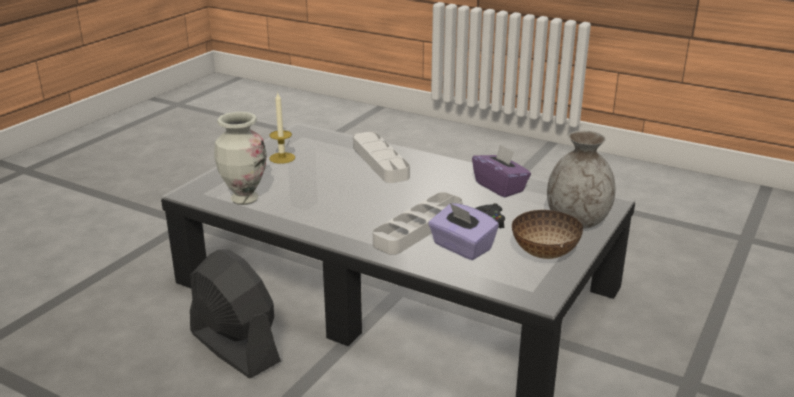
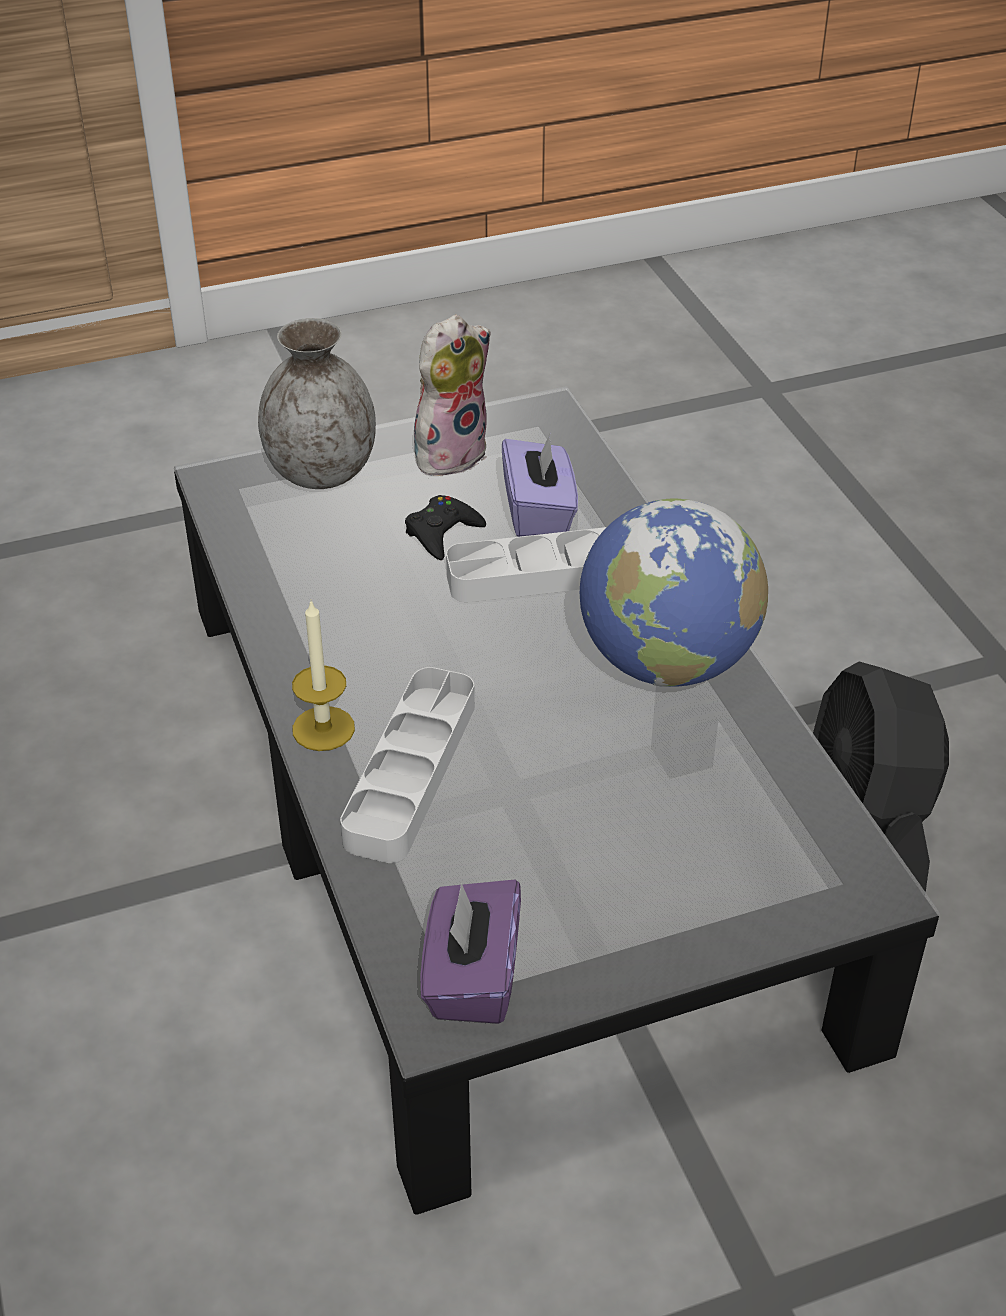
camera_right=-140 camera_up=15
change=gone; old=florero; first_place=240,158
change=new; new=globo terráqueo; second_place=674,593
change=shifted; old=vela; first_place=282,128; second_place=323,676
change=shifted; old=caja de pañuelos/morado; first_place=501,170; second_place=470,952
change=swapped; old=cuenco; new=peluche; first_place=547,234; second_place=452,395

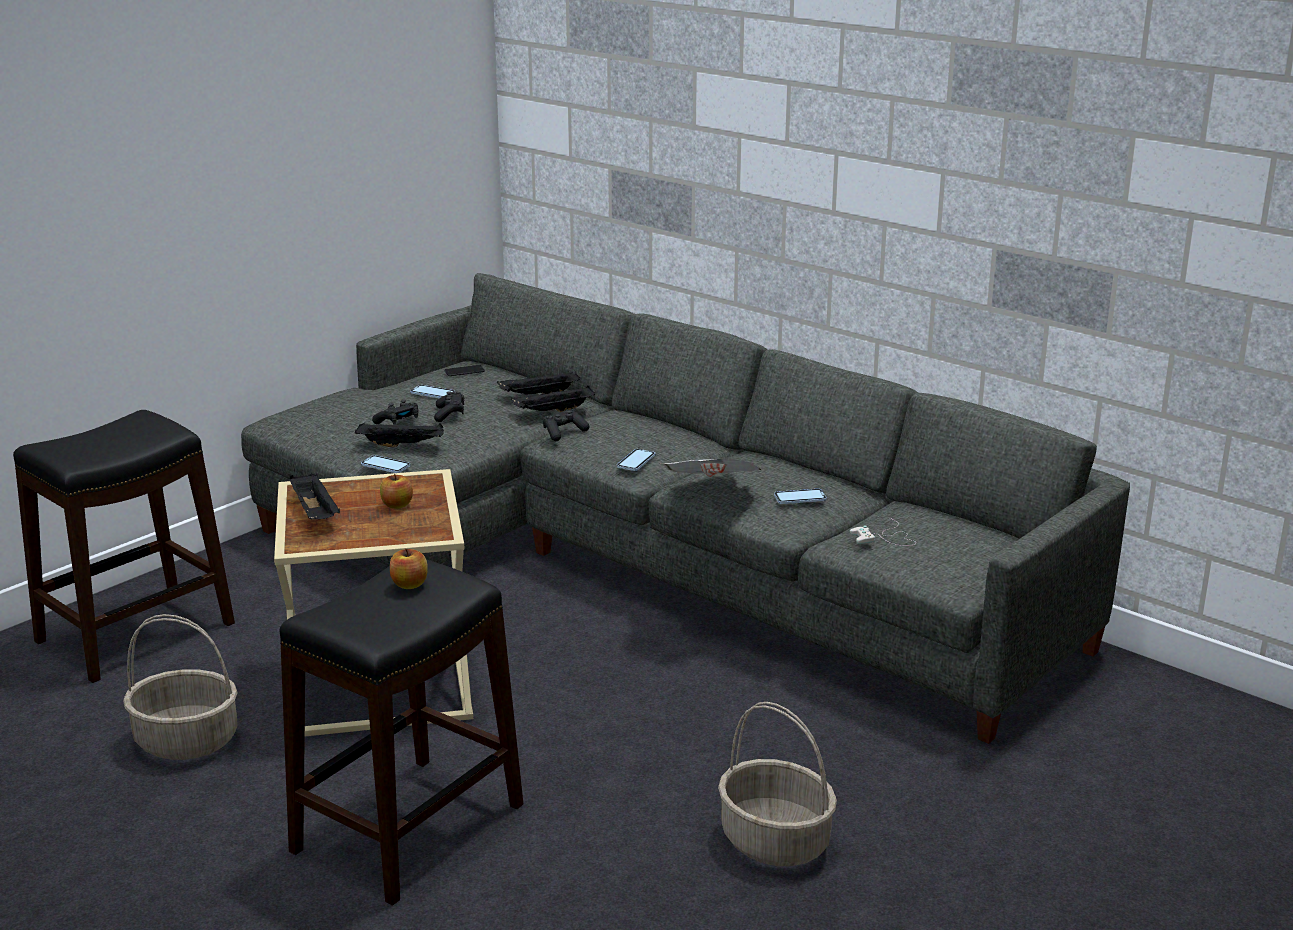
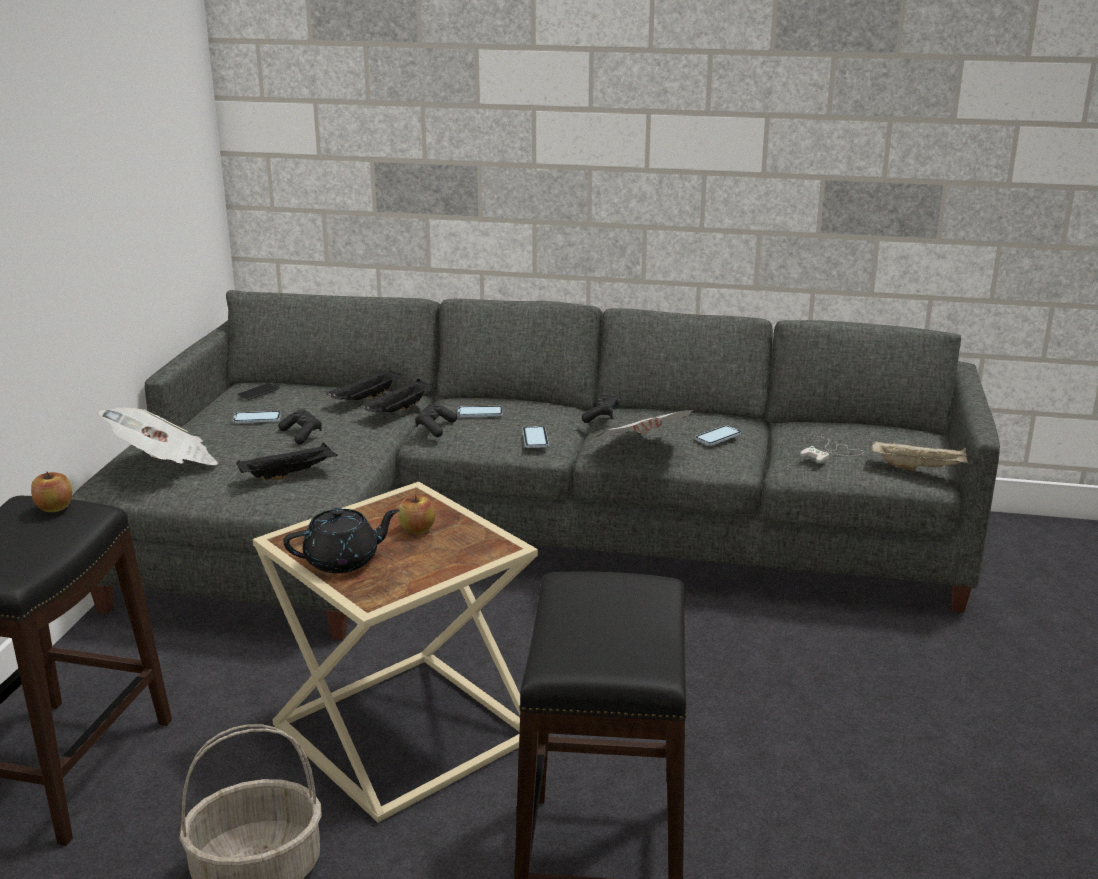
camera_right=-30 camera_up=0
change=gone; old=cesta; first_place=777,784
change=new; new=periódico; second_place=159,436
change=new; new=bandeja/beis; second_place=921,455
change=shifted; old=móvil; first_place=386,464; second_place=480,411
change=shifted; old=mando de consola/negro; first_place=395,412; second_place=601,408
change=shifted; old=manzana; first_place=409,568; second_place=51,491
change=swapped; old=bandeja/negro; new=tetera/negro; first_place=315,496; second_place=341,540

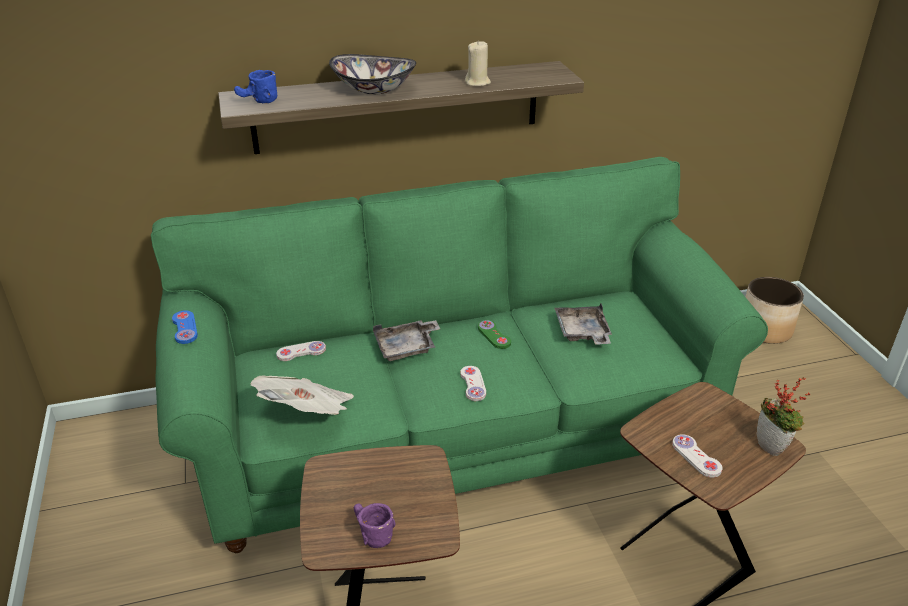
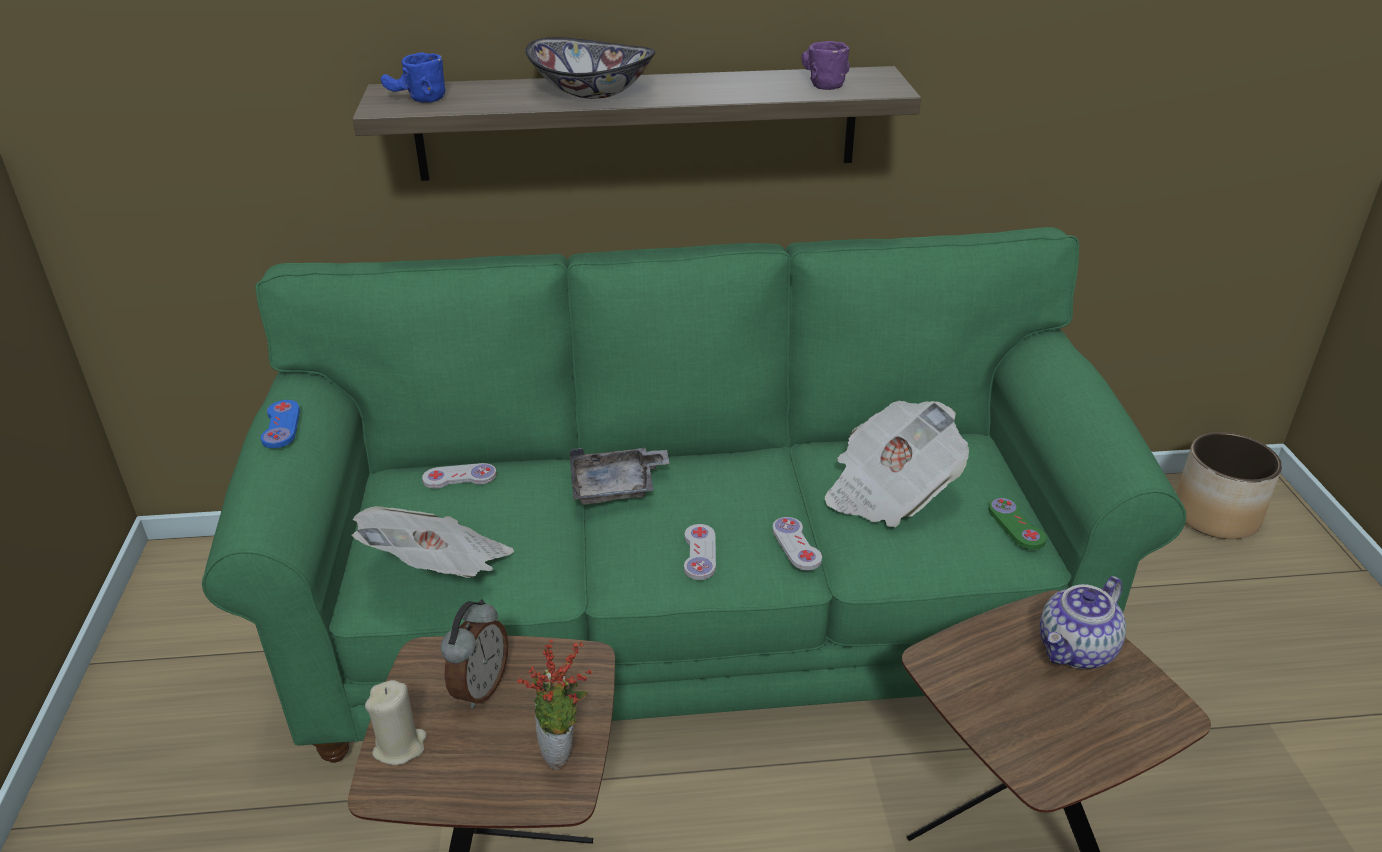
camera_right=10 camera_up=0
change=new; new=despertador; second_place=474,654
change=new; new=tetera; second_place=1083,622
change=shifted; old=taza grande/morado; first_place=374,525; second_place=825,65
change=shifted; old=vela/beis; first_place=478,63; second_place=396,722
change=shifted; old=mando de consola/verde; first_place=494,334; second_place=1017,523
change=shifted; old=mando de consola/blanco; first_place=697,456; second_place=797,543
change=shifted; old=planta en maceta; first_place=783,416; second_place=555,704
change=swapped; old=bandeja/gris; new=periódico; first_place=583,324; second_place=897,464

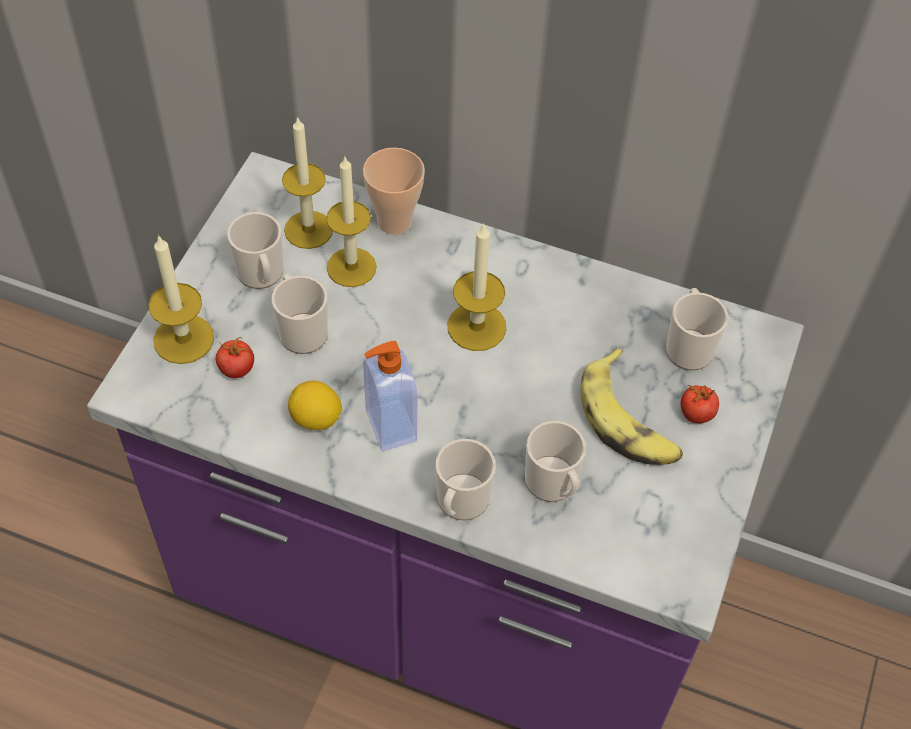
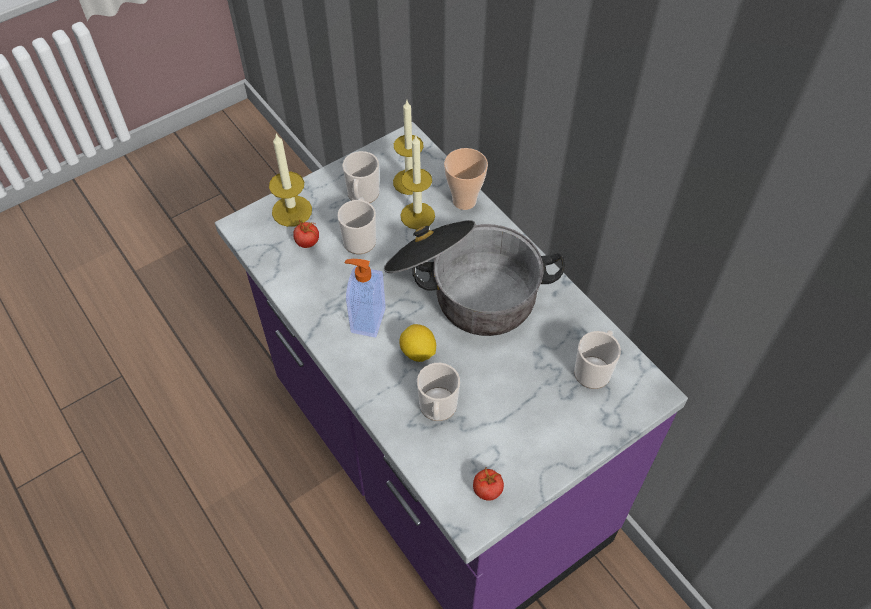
camera_right=35 camera_up=0
change=gone; old=taza grande; first_place=466,479
change=gone; old=plátano; first_place=632,406
change=shifted; old=limón; first_place=315,405; second_place=417,343
change=shifted; old=tomate; first_place=700,404; second_place=488,484
change=swapped; old=vela; new=olla; first_place=476,287; second_place=474,278

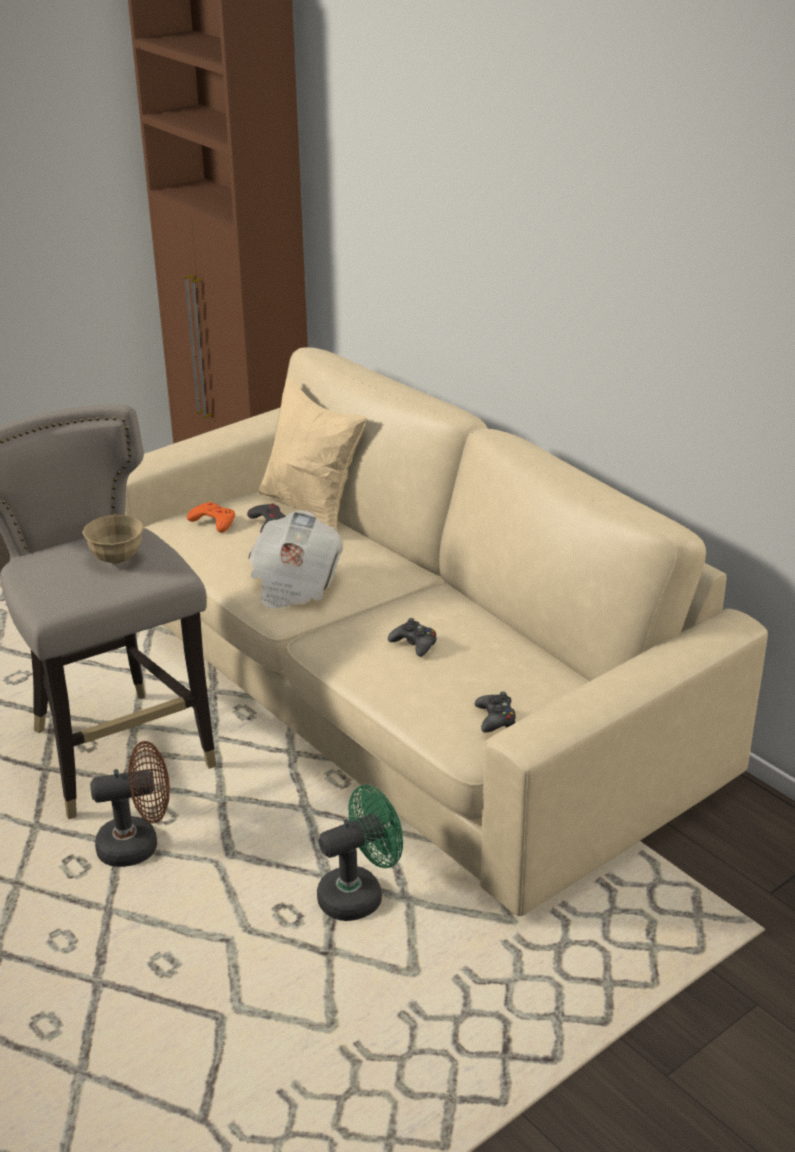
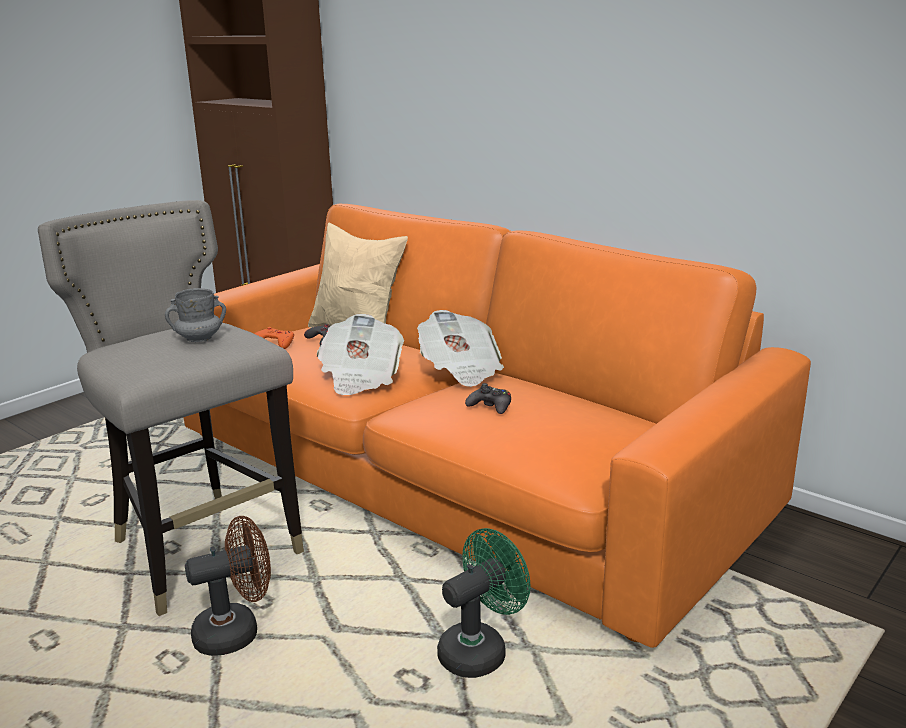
camera_right=-10 camera_up=-10
change=gone; old=mando de consola/negro; first_place=495,712
change=new; new=periódico; second_place=460,348
change=swapped; old=cuenco/beis; new=taza grande/gris; first_place=113,539; second_place=195,315
change=repainted; old=sofá/beis; new=sofá/naranja; first_place=446,631; second_place=497,426

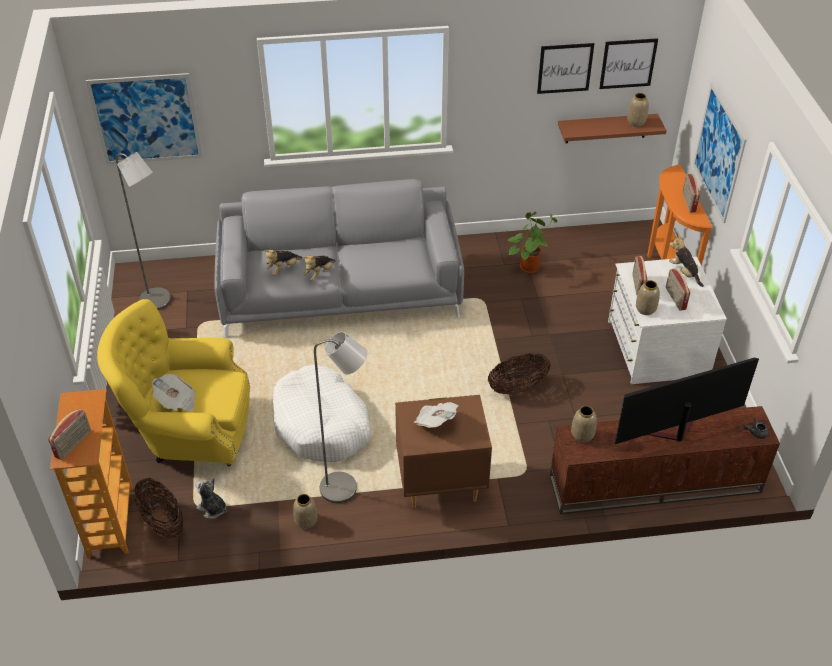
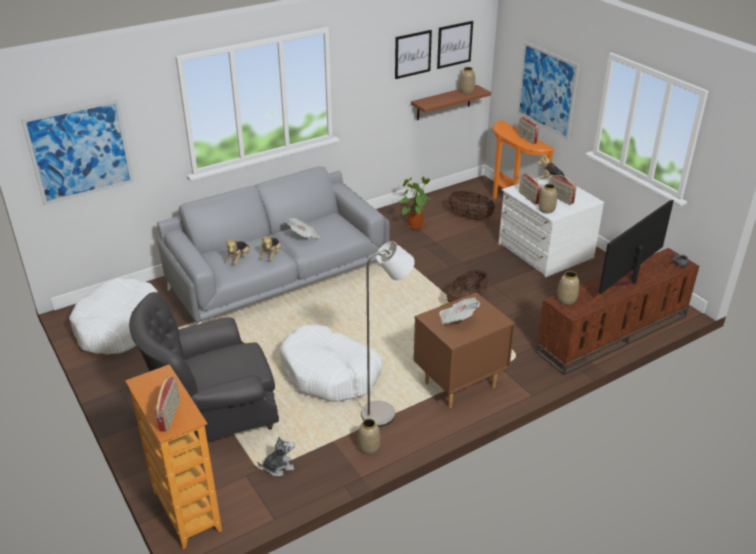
camera_right=-25 camera_up=-10
change=shifted; old=cesta; first_place=158,508; second_place=471,205
change=shifted; old=periódico; first_place=174,392; second_place=302,228
change=swapped; old=lámpara de pie/gris; new=cama para perro/blanco; first_place=143,231; second_place=113,316
change=repainted; old=sillón/amarillo; new=sillón/gris; first_place=173,382; second_place=204,366
change=rotated; old=peluche; first_place=211,498; second_place=276,456; degrees=150

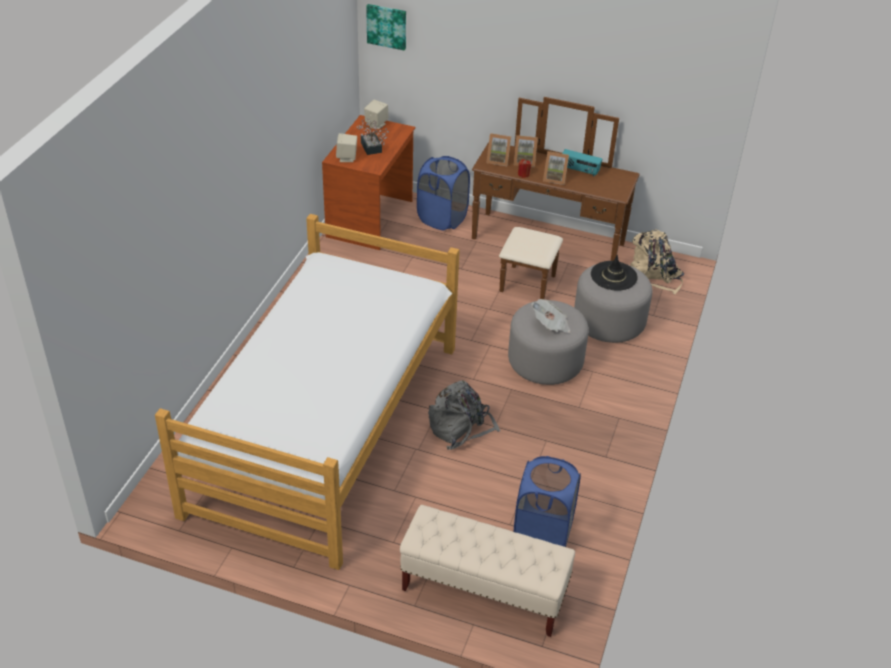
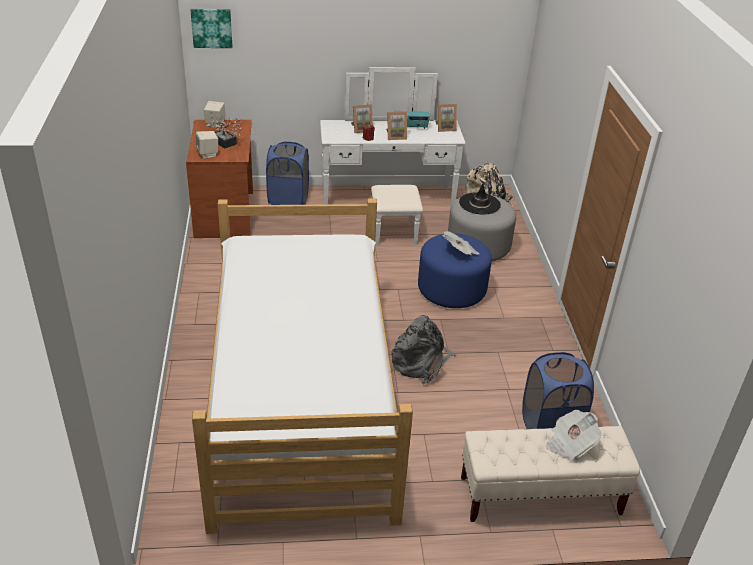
camera_right=-25 camera_up=-5
change=new; new=periódico; second_place=573,435
change=shifted; old=portarretratos; first_place=498,149; second_place=446,118
change=repainted; old=cómoda/marrón; new=cómoda/blanco; first_place=556,198; second_place=393,156
change=repainted; old=puf/gris; new=puf/azul; first_place=548,342; second_place=455,270

